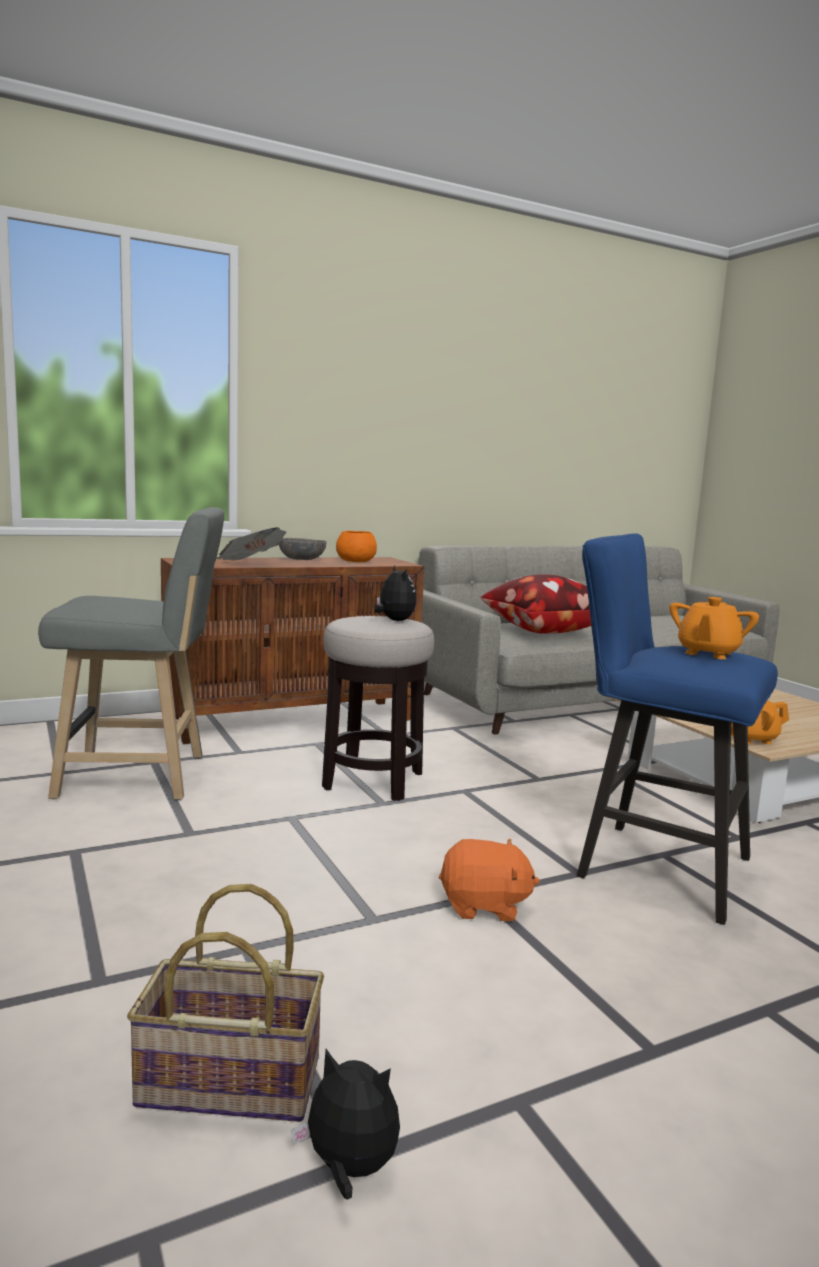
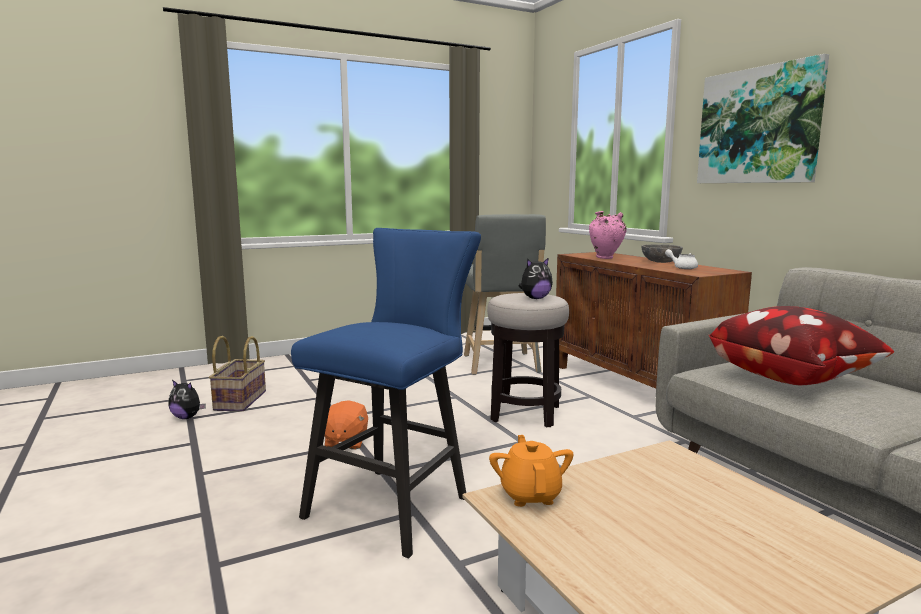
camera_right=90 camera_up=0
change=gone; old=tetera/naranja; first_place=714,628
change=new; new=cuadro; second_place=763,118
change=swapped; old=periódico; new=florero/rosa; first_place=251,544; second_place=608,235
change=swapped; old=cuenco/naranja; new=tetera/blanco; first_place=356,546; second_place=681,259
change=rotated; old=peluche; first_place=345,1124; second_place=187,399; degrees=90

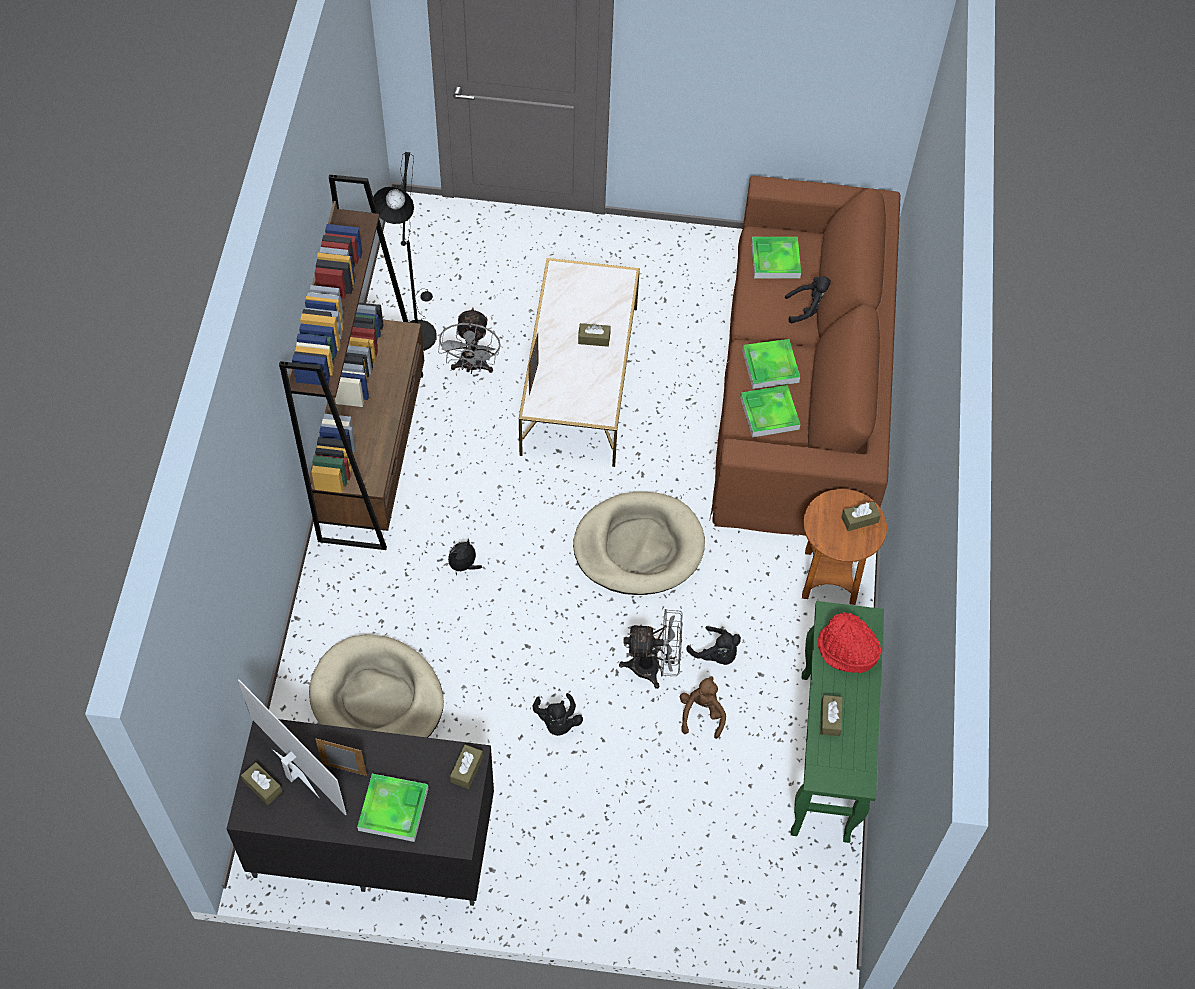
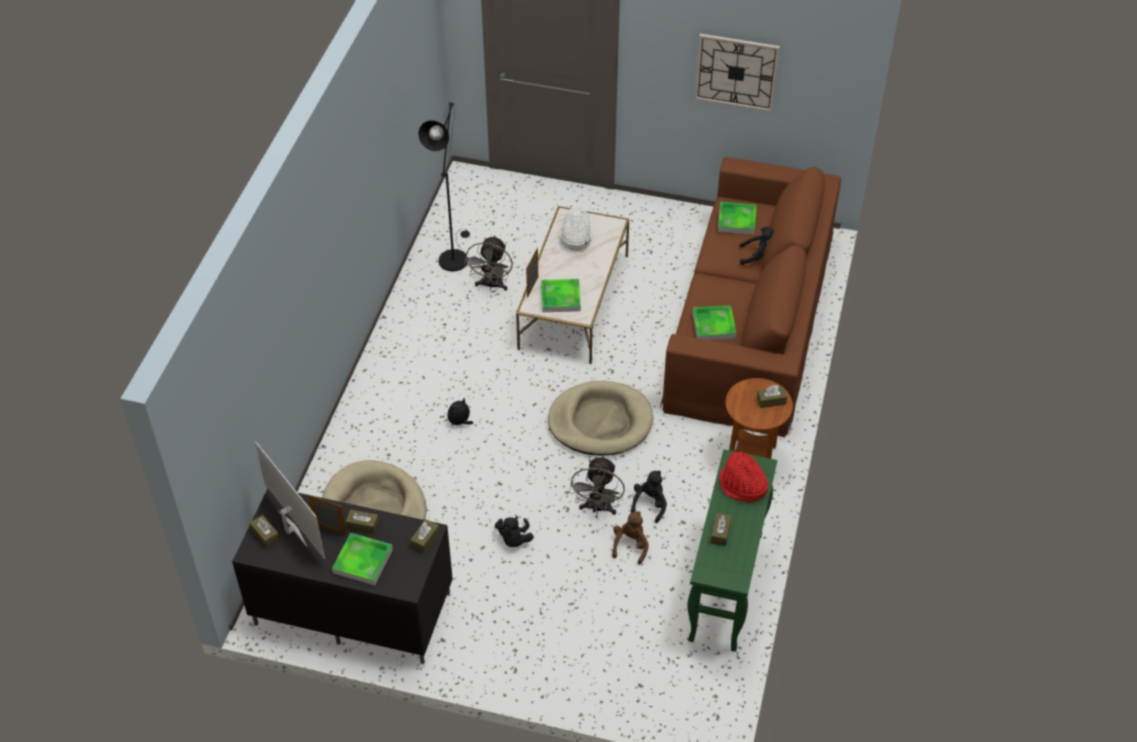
camera_right=10 camera_up=-10
change=gone; old=estantería/marrón; first_place=351,362
change=new; new=sombrero/blanco; second_place=575,228
change=new; new=reloj de pared; second_place=737,73
change=shifted; old=caja de pañuelos/marrón; first_place=594,335; second_place=362,521
change=shifted; old=bandeja; first_place=771,364; second_place=561,295
change=rotated; old=ventilador/gris; first_place=651,649; second_place=597,485; degrees=90
change=rotated; old=peluche/negro; first_place=713,645; second_place=649,497; degrees=-120

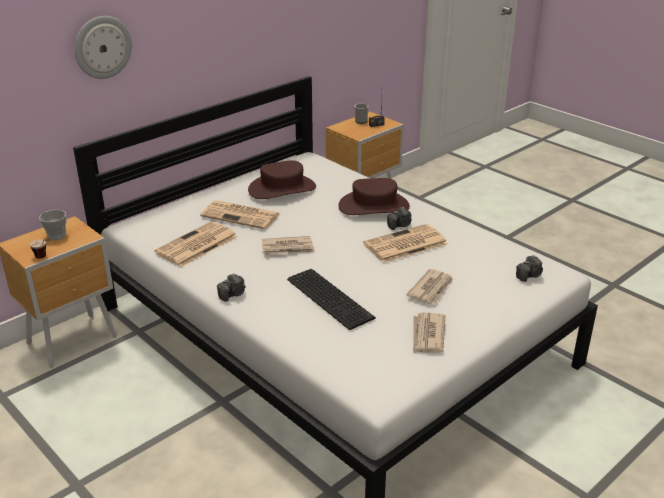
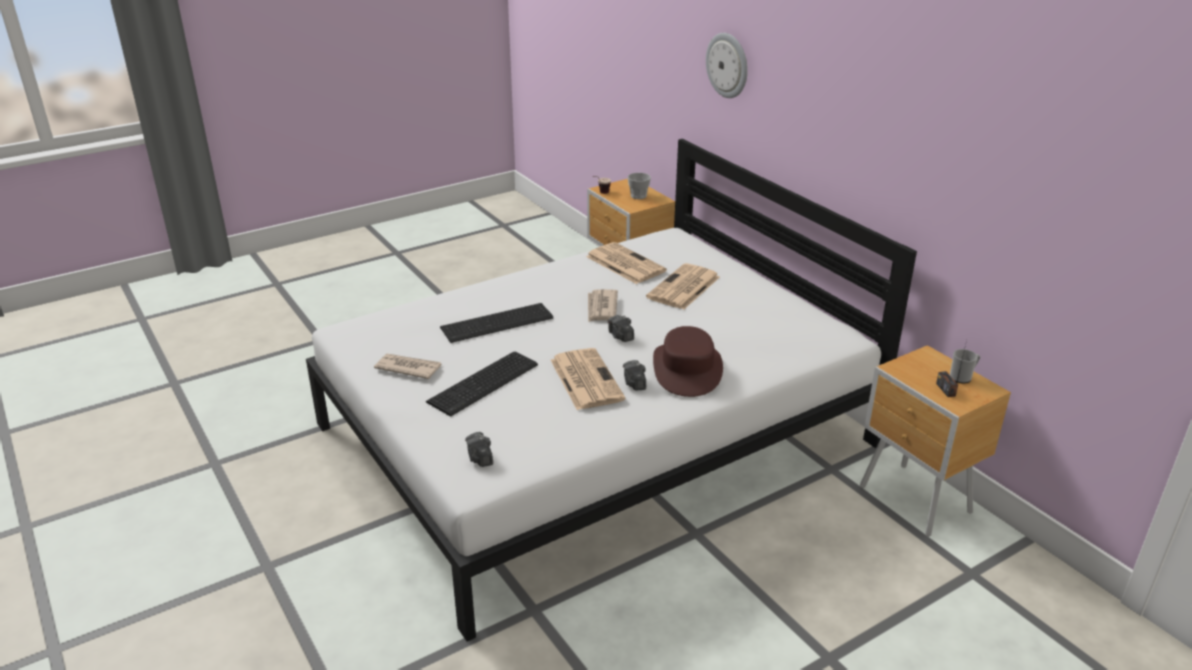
camera_right=100 camera_up=0
change=gone; old=sombrero/marrón; first_place=282,179
change=shifted; old=cámara; first_place=231,287; second_place=621,328
change=swapped; old=periódico; new=teclado; first_place=429,286; second_place=482,384

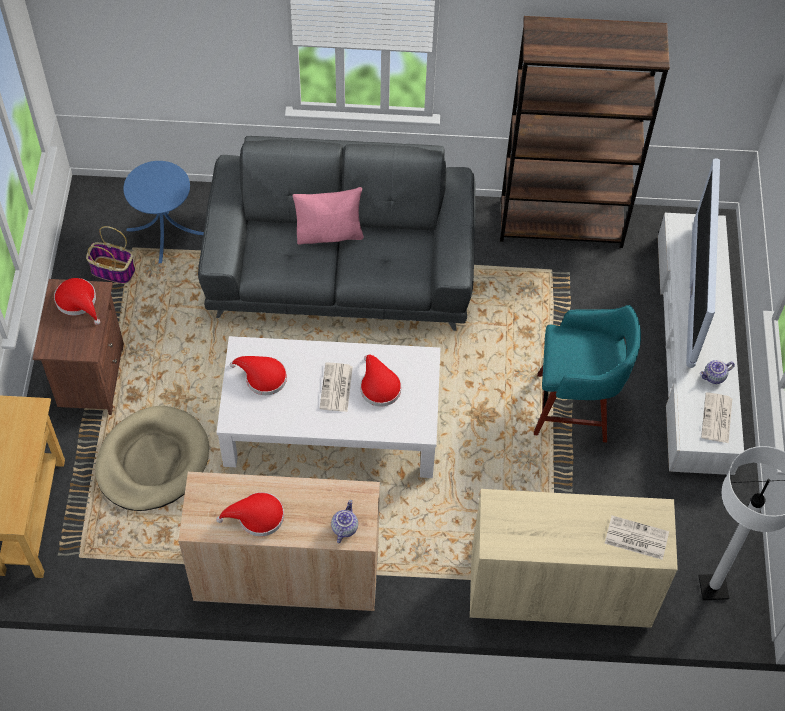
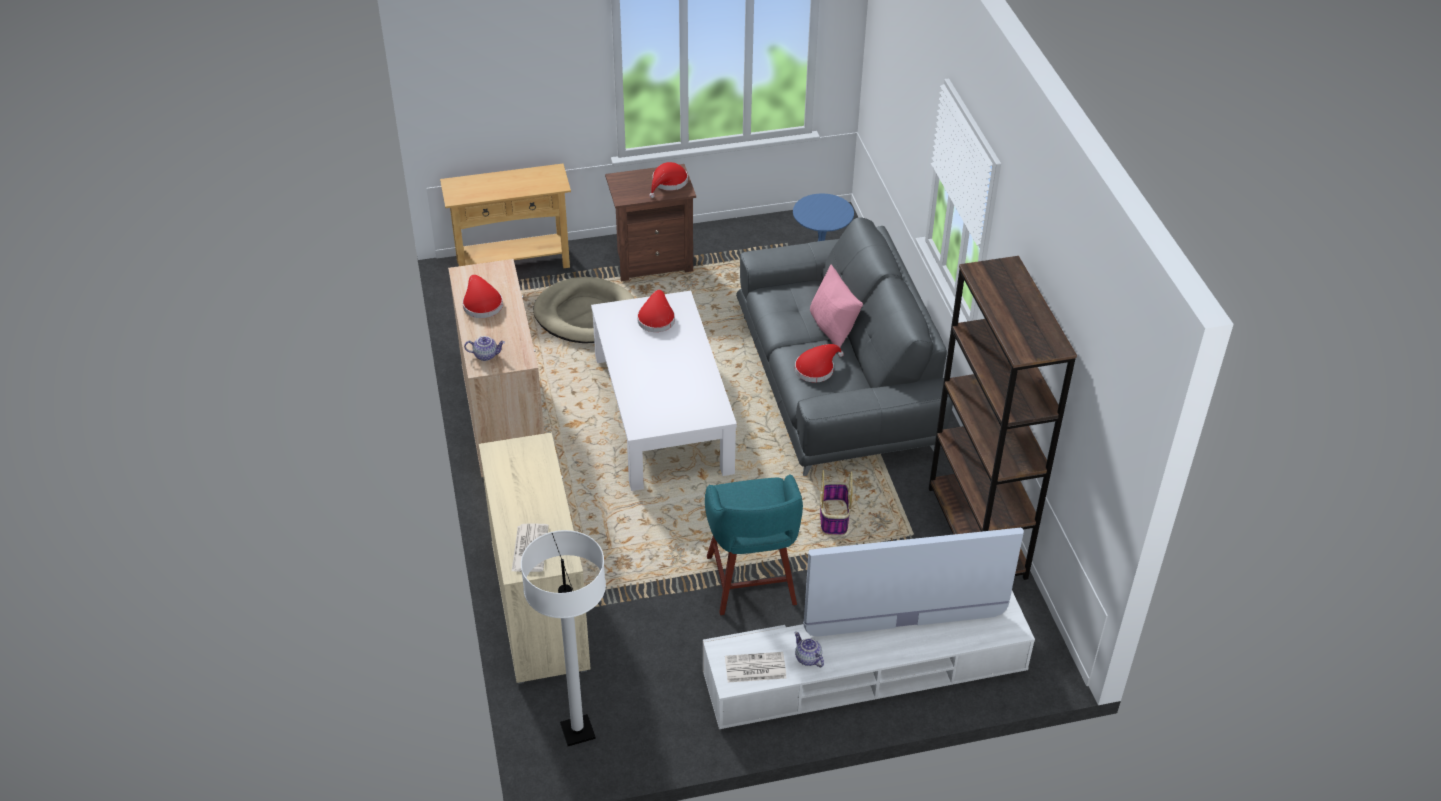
camera_right=75 camera_up=-15
change=gone; old=periódico; first_place=336,387
change=shifted; old=cesta; first_place=110,255; second_place=836,502
change=shifted; old=sombrero/rojo; first_place=380,381; second_place=819,363

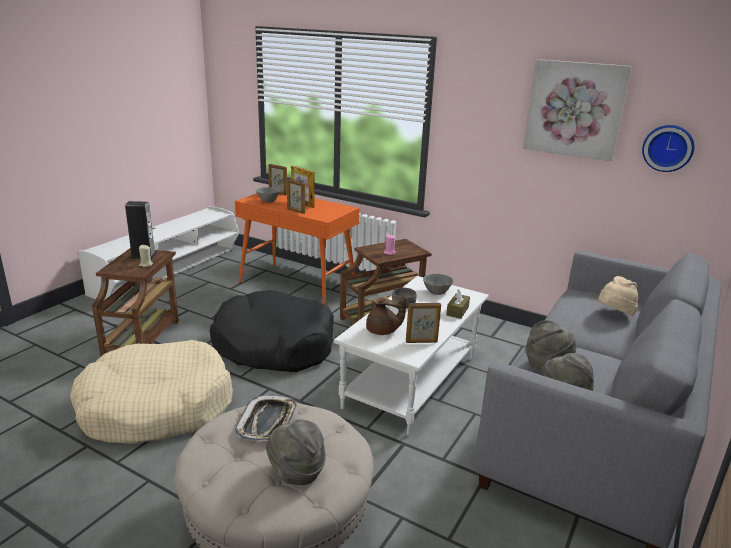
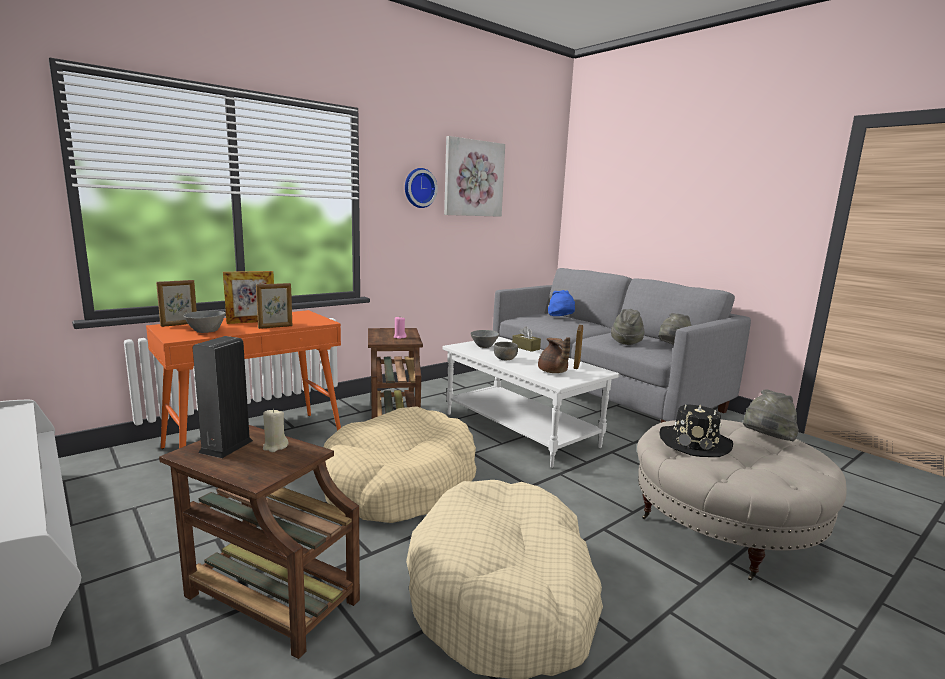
camera_right=-70 camera_up=-10
change=shifted; old=reloj de pared; first_place=668,148; second_place=421,188
change=swapped; old=bandeja; new=sombrero/negro; first_place=266,418; second_place=696,430
change=repainted; old=cama para perro/negro; new=cama para perro/beis; first_place=272,331; second_place=400,464
change=repainted; old=sombrero/beis; new=sombrero/azul; first_place=618,296; second_place=561,303
change=rotated; old=tetera/marrón; first_place=386,316; second_place=554,355; degrees=120

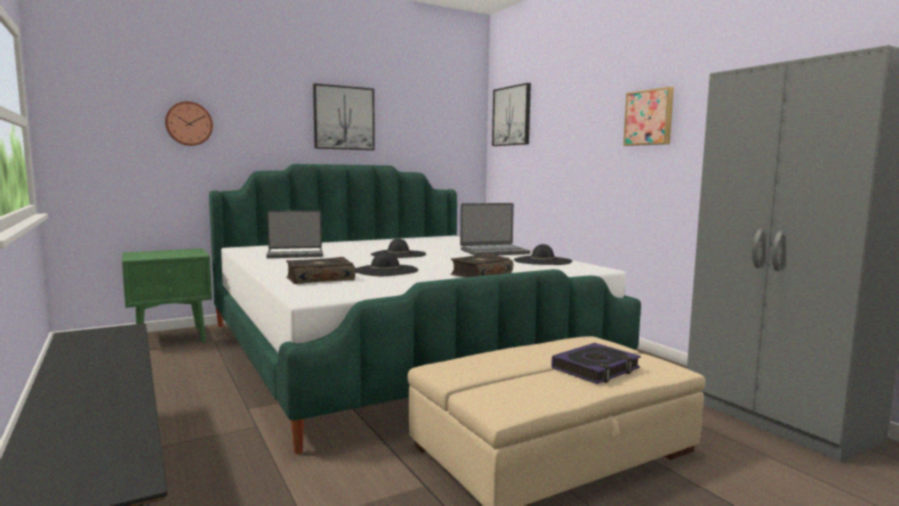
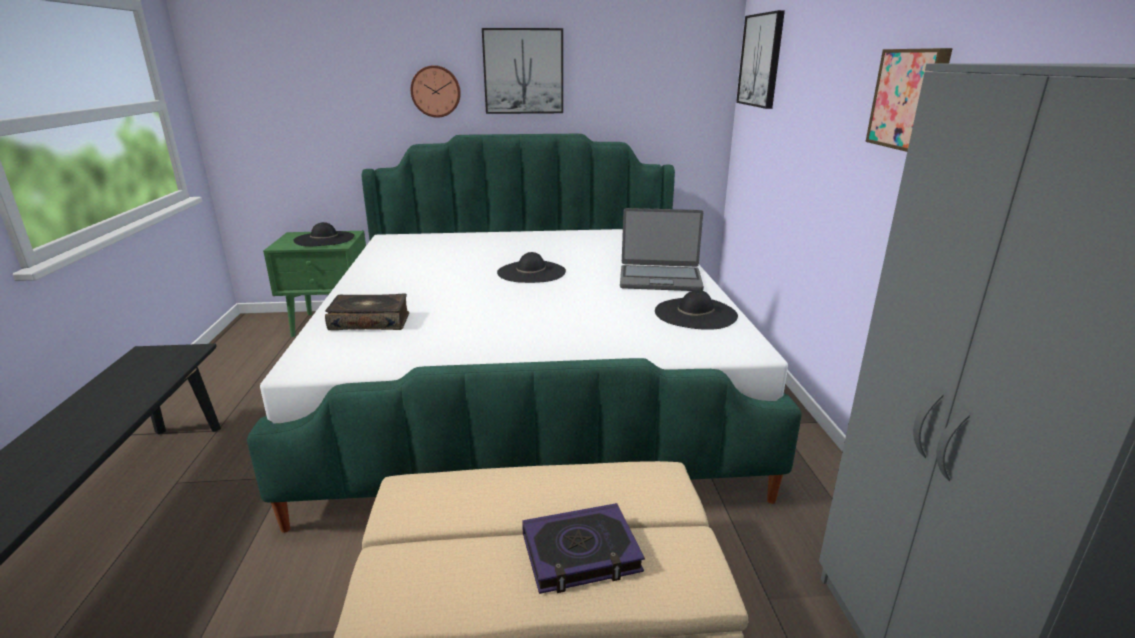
camera_right=25 camera_up=15
change=gone; old=portátil; first_place=294,234
change=gone; old=libro; first_place=481,265
change=shifted; old=reloj de pared; first_place=189,123; second_place=436,91
change=shifted; old=sombrero/negro; first_place=386,264; second_place=323,234

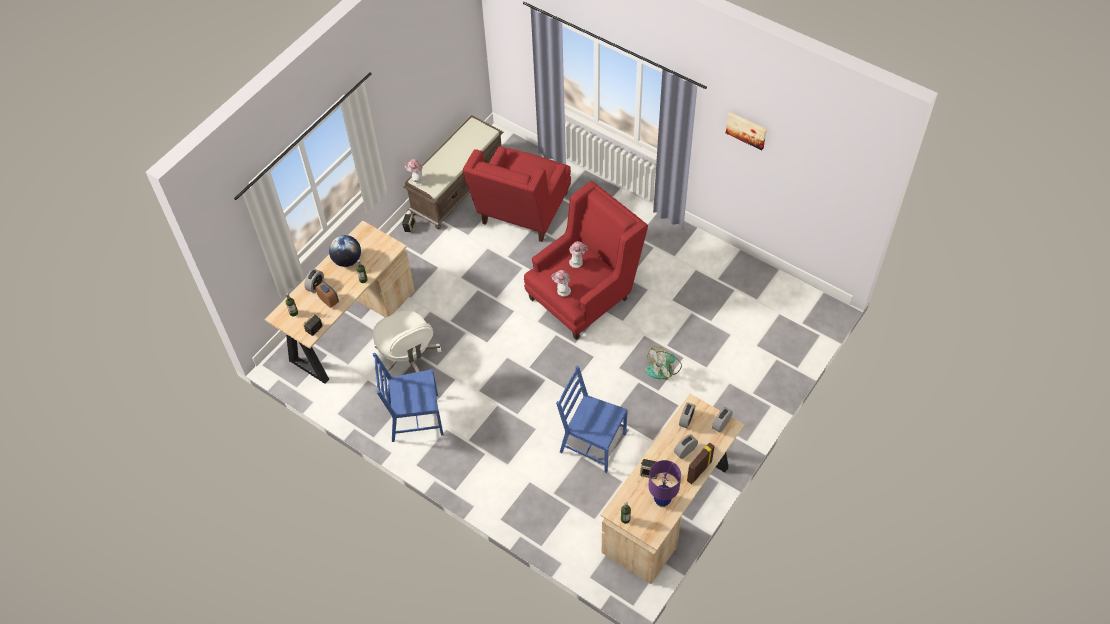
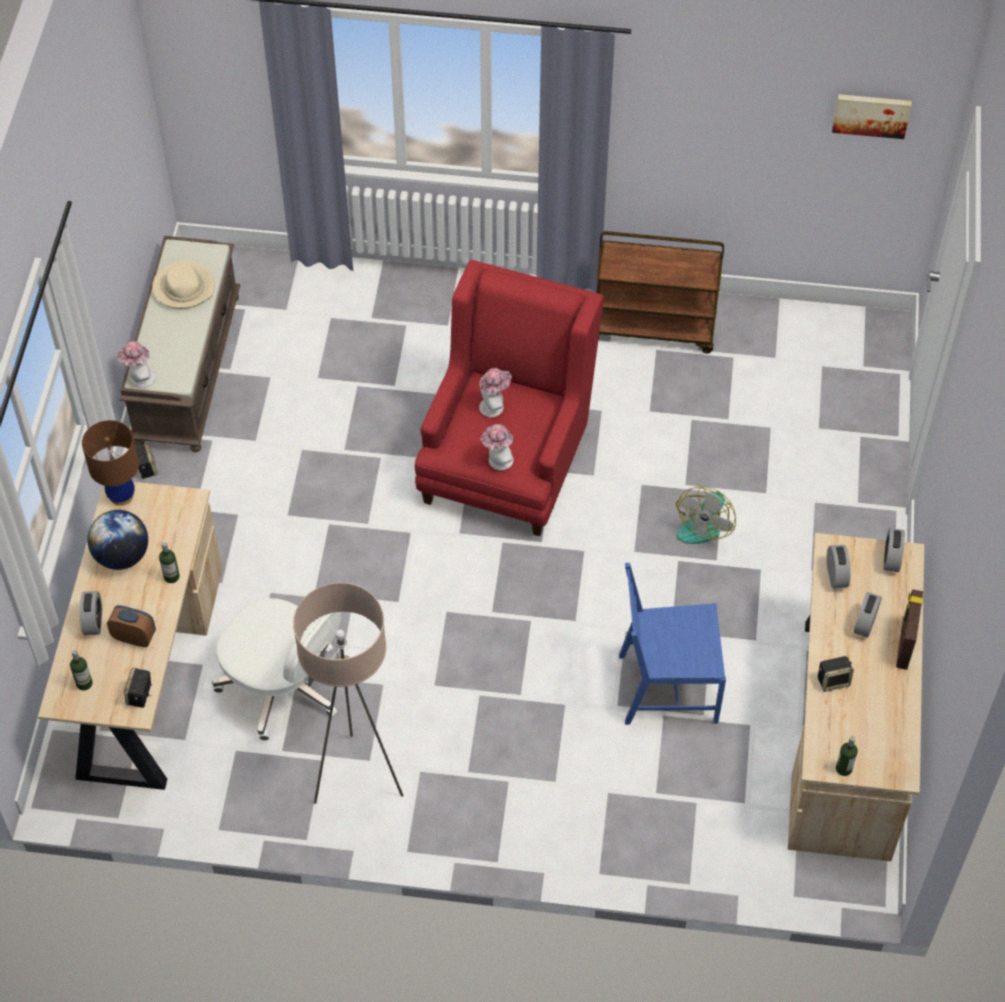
camera_right=-30 camera_up=0
change=gone; old=sillón/rojo; first_place=517,194
change=gone; old=lámpara de mesa/morado; first_place=664,483
change=new; new=lámpara de mesa/marrón; second_place=110,463
change=new; new=sombrero/beis; second_place=183,284
change=new; new=carrito/marrón; second_place=660,292
change=shifted; old=cuadro; first_place=746,131; second_place=872,116
change=swapped; old=silla/azul; new=lámpara de pie/beis; first_place=408,397; second_place=348,693

